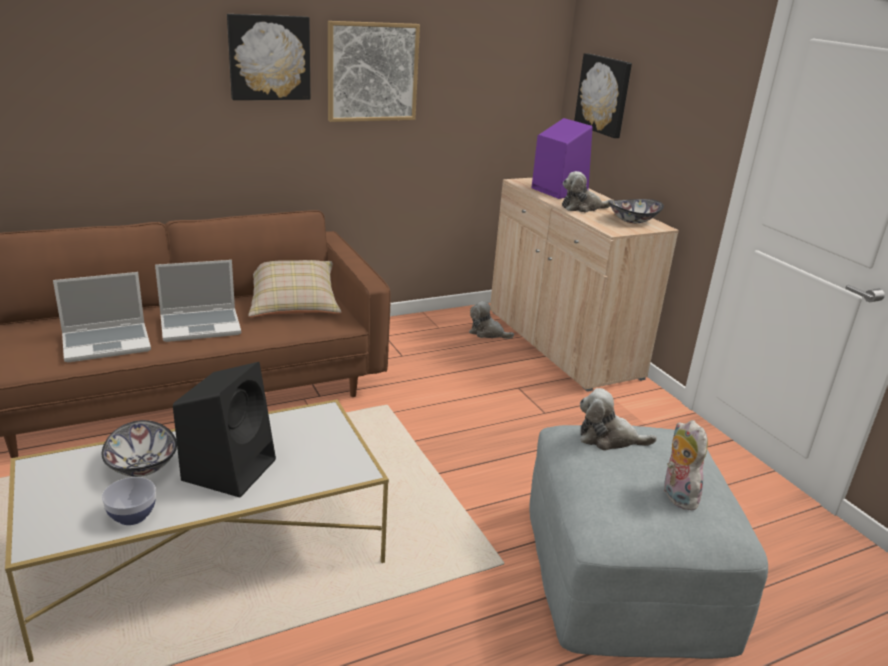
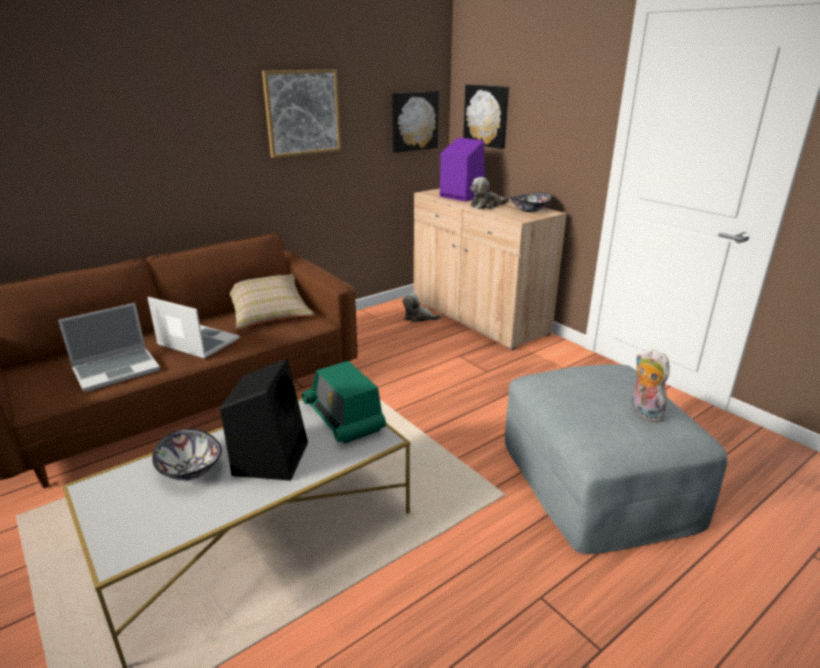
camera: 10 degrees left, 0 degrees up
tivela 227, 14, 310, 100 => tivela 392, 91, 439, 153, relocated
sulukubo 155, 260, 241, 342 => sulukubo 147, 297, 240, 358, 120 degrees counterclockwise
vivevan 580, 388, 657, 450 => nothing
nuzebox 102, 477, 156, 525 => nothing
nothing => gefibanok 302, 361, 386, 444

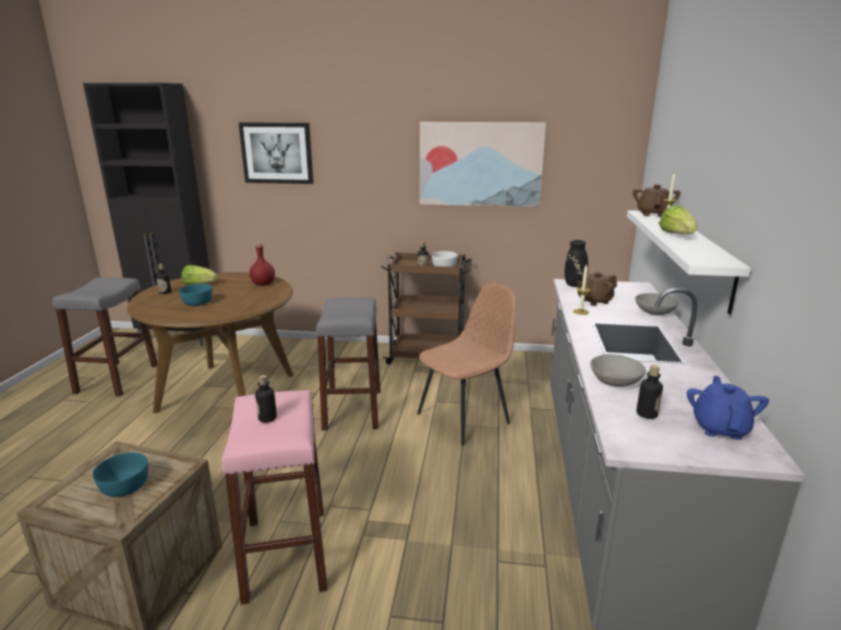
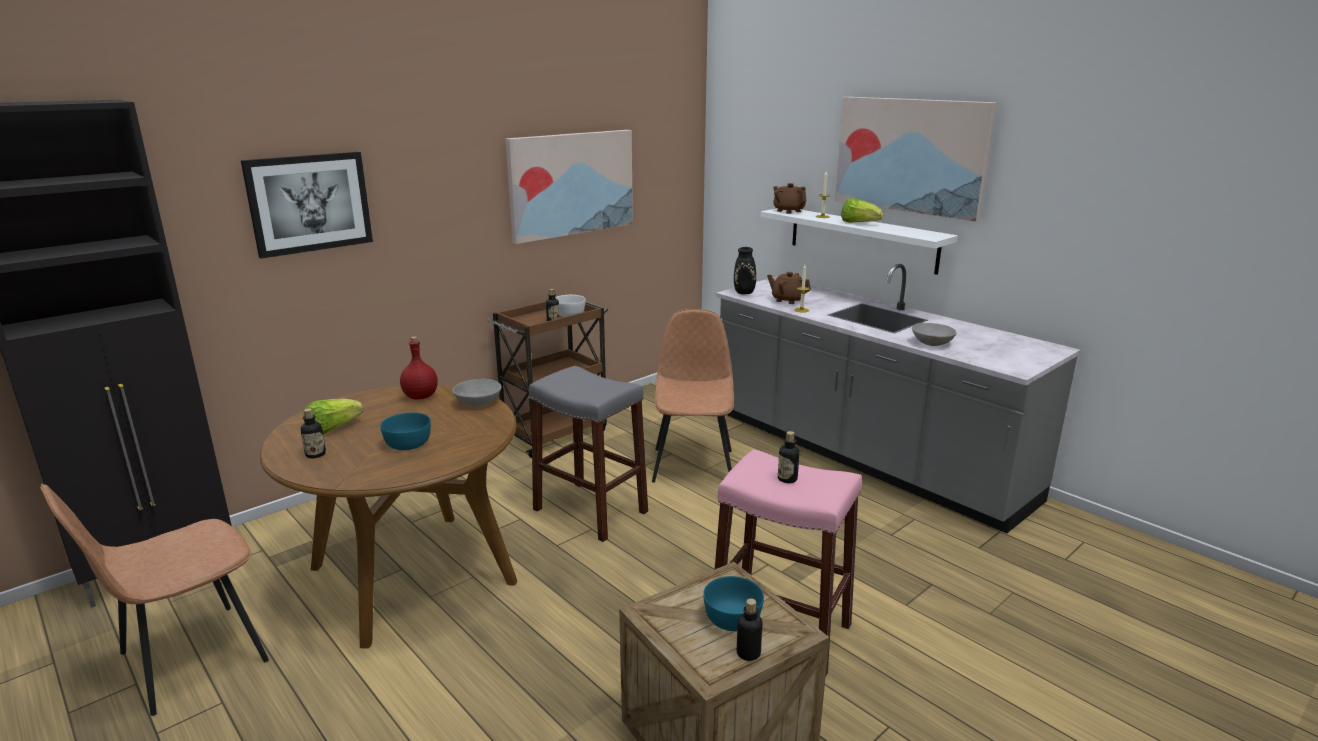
camera: 50 degrees left, 0 degrees up
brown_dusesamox 577, 272, 617, 306 => brown_dusesamox 767, 272, 811, 304, 105 degrees clockwise
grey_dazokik 52, 277, 157, 396 => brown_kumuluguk 40, 484, 269, 716
grey_nuzebox 635, 293, 679, 315 => grey_nuzebox 452, 379, 501, 406, relocated
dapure 636, 365, 663, 419 => dapure 737, 599, 763, 661, relocated
blue_dusesamox 687, 376, 769, 440 => nothing
nothing => tivela 835, 97, 997, 222

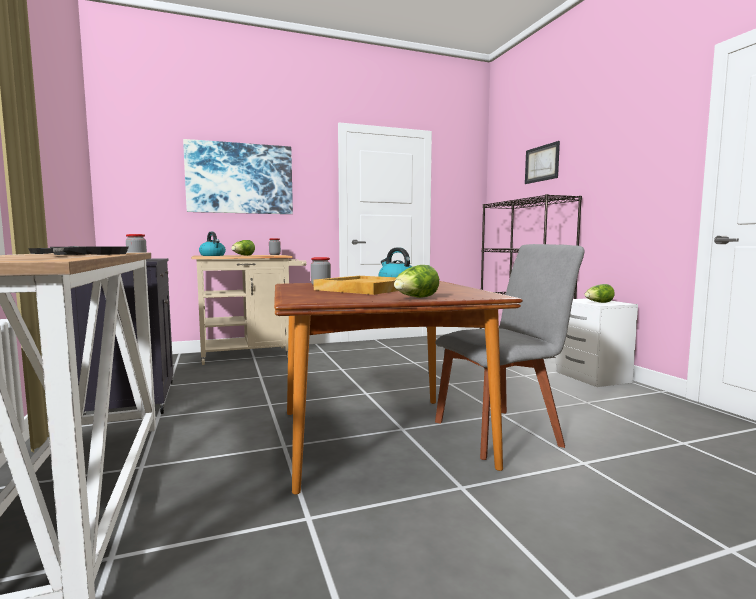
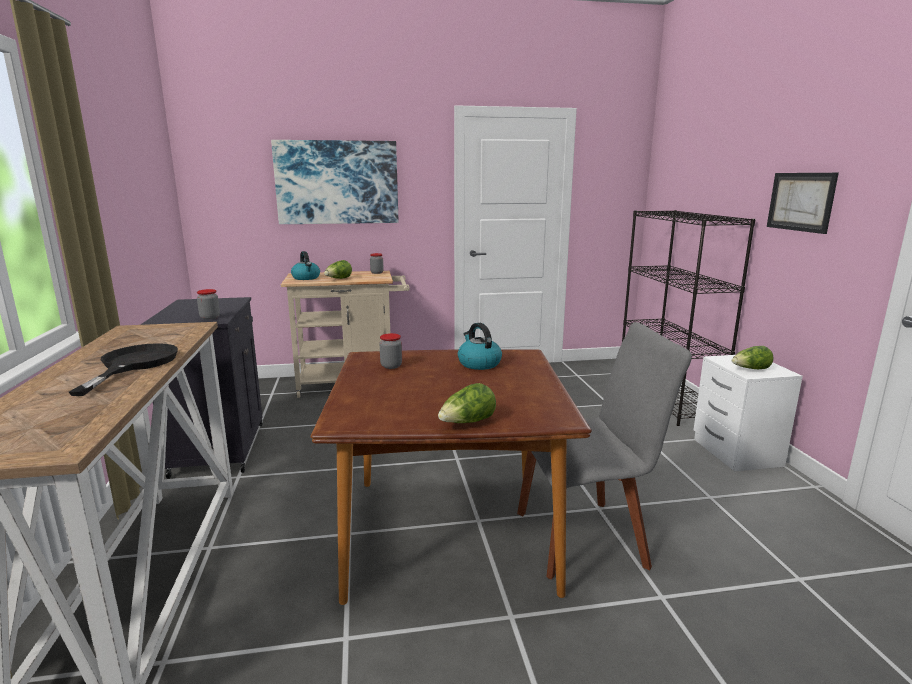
camera: 10 degrees right, 10 degrees up
tivela 525, 141, 560, 184 => tivela 767, 173, 839, 234, relocated
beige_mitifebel 314, 276, 398, 295 => nothing

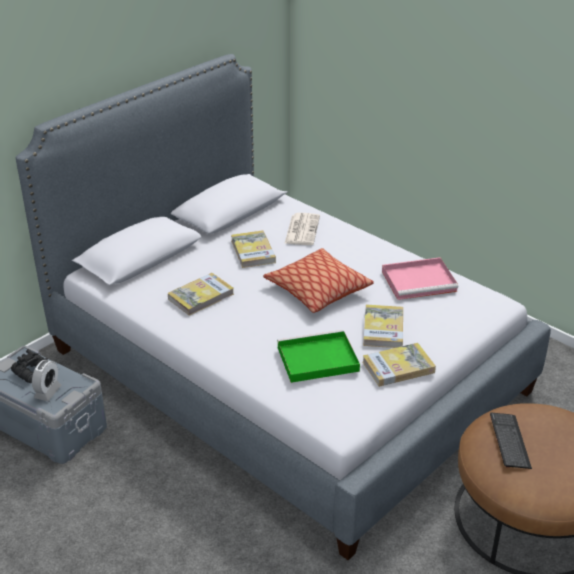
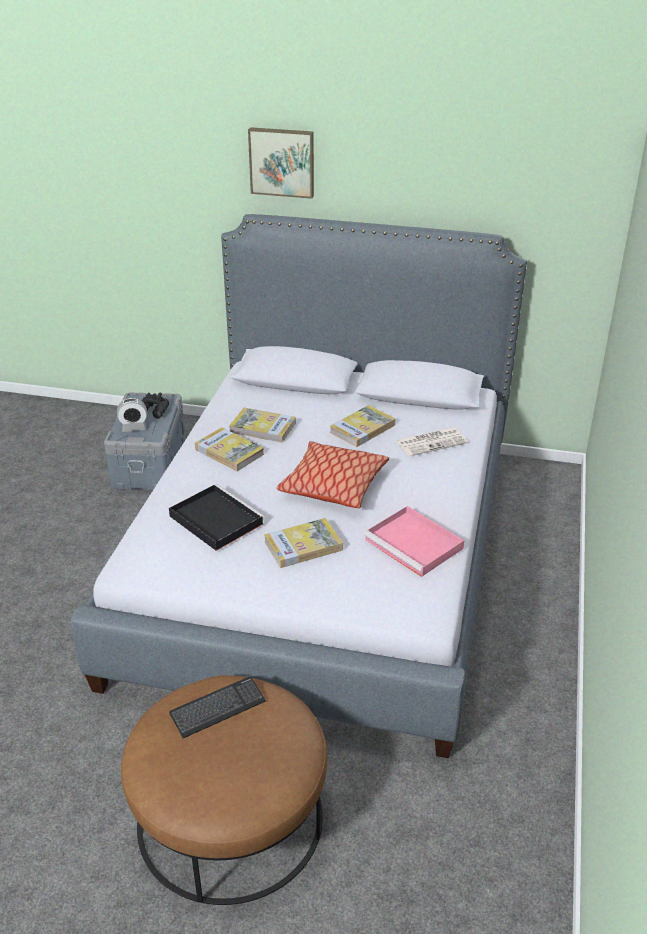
camera: 60 degrees right, 0 degrees up
green_mitifebel 277, 330, 360, 383 => black_mitifebel 169, 484, 265, 551
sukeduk 363, 343, 436, 387 => sukeduk 195, 427, 264, 471, relocated
nothing => tivela 248, 127, 314, 199

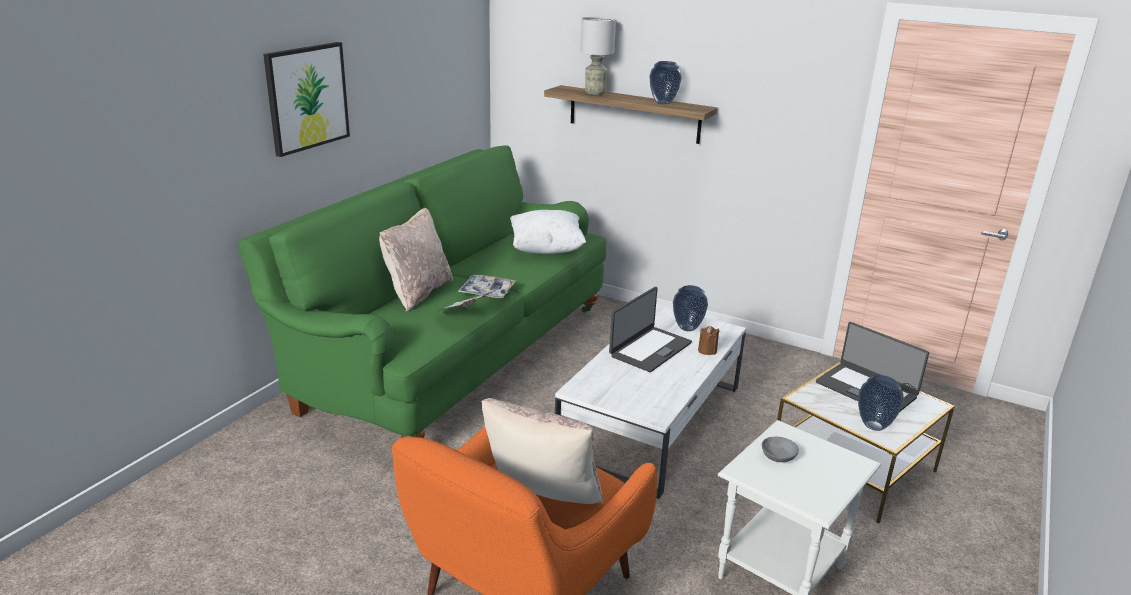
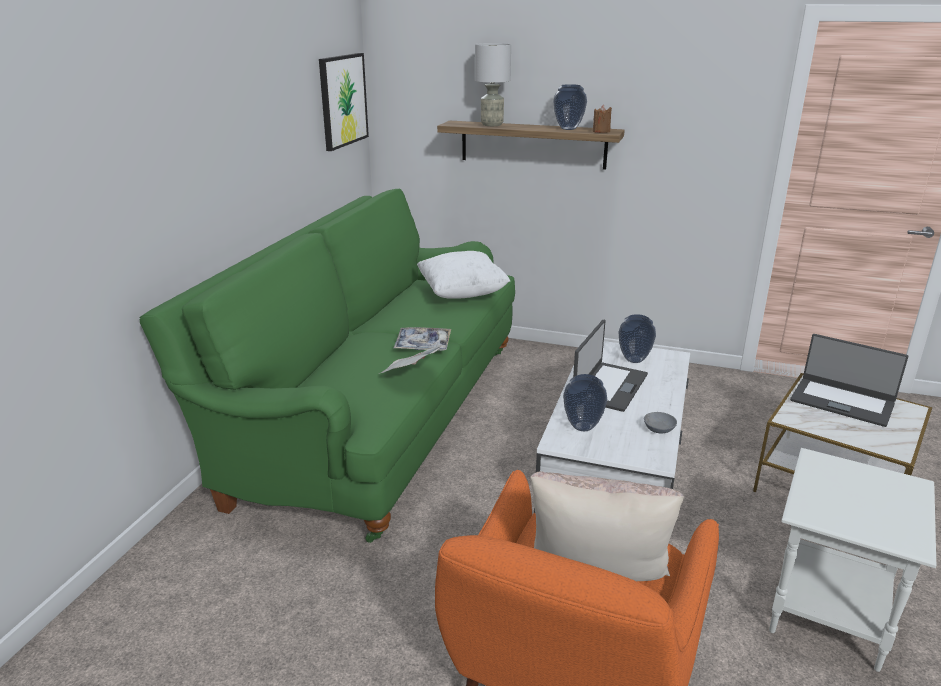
camera: 10 degrees left, 0 degrees up
tivela 263, 42, 350, 157 => tivela 319, 53, 369, 151, relocated
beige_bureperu 379, 208, 453, 312 => nothing
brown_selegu 698, 326, 720, 355 => brown_selegu 593, 105, 612, 133, relocated
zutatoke 858, 375, 903, 431 => zutatoke 563, 374, 607, 431, relocated
grey_nuzebox 762, 437, 799, 462 => grey_nuzebox 644, 412, 677, 433, relocated

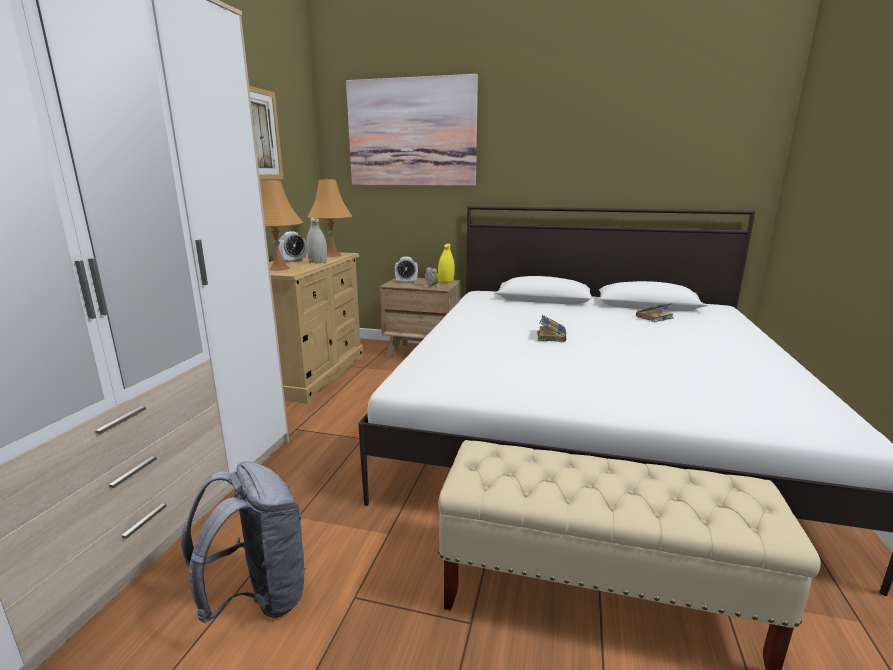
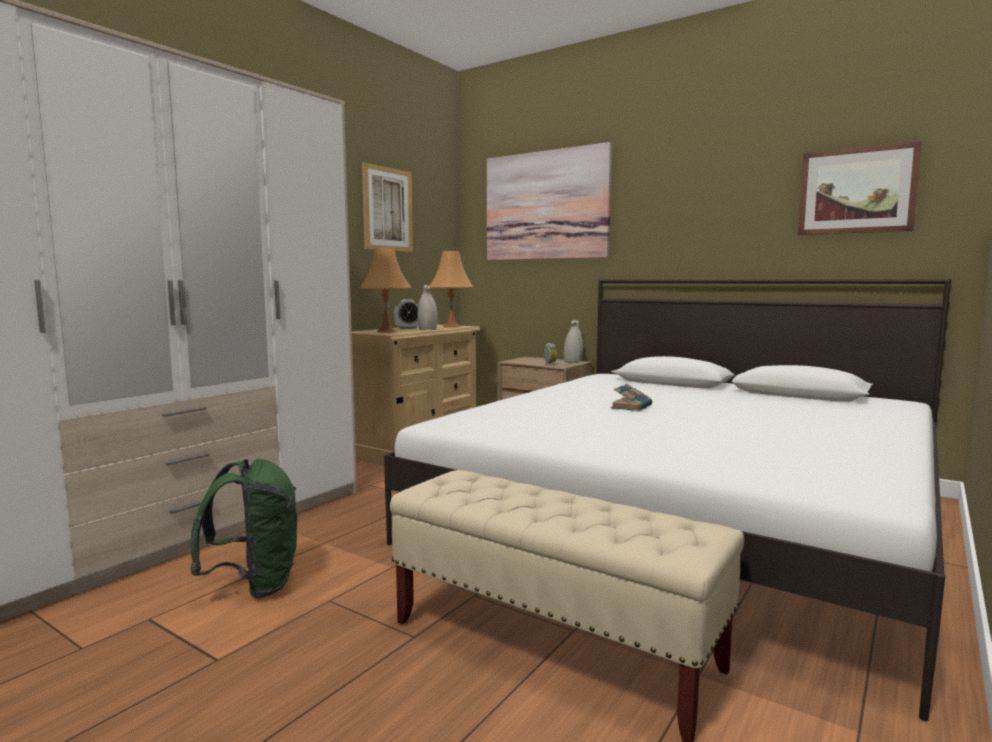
camera: 20 degrees right, 10 degrees down
yellow_zutatoke 438, 244, 455, 283 => white_zutatoke 564, 320, 583, 363
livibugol 395, 257, 418, 283 => nothing
sukeduk 636, 303, 674, 322 => nothing
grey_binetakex 181, 461, 307, 623 => green_binetakex 190, 459, 297, 599
nothing => tivela 798, 141, 922, 235

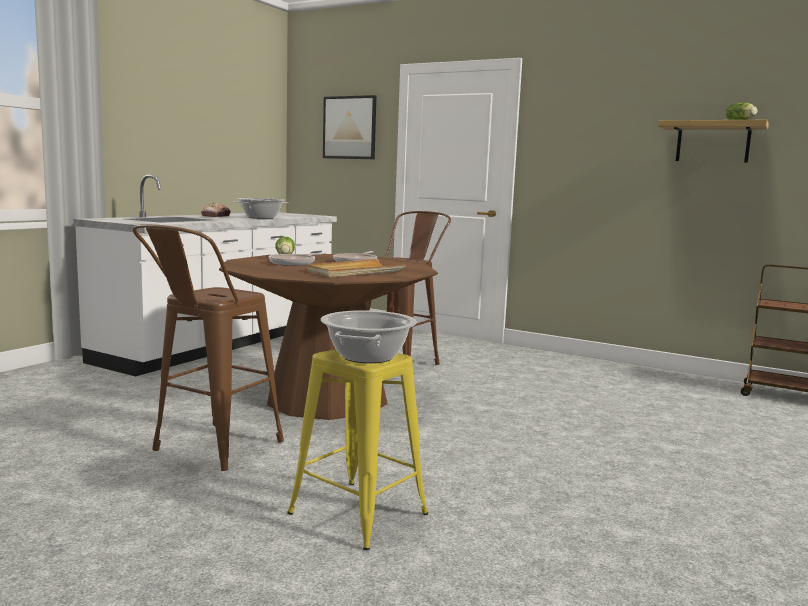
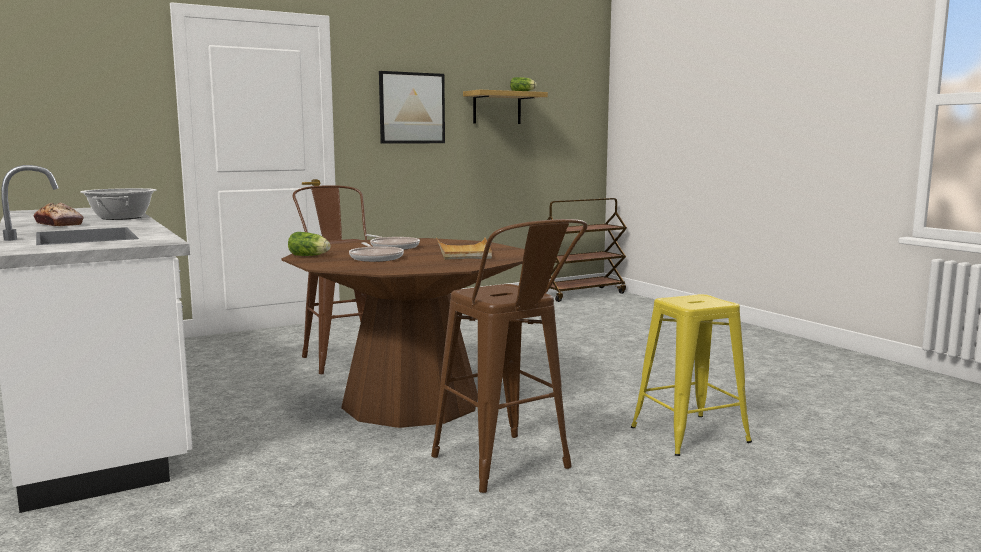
camera: 60 degrees left, 0 degrees up
tivela 323, 95, 376, 159 => tivela 379, 71, 445, 144, relocated
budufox 321, 310, 417, 363 => nothing

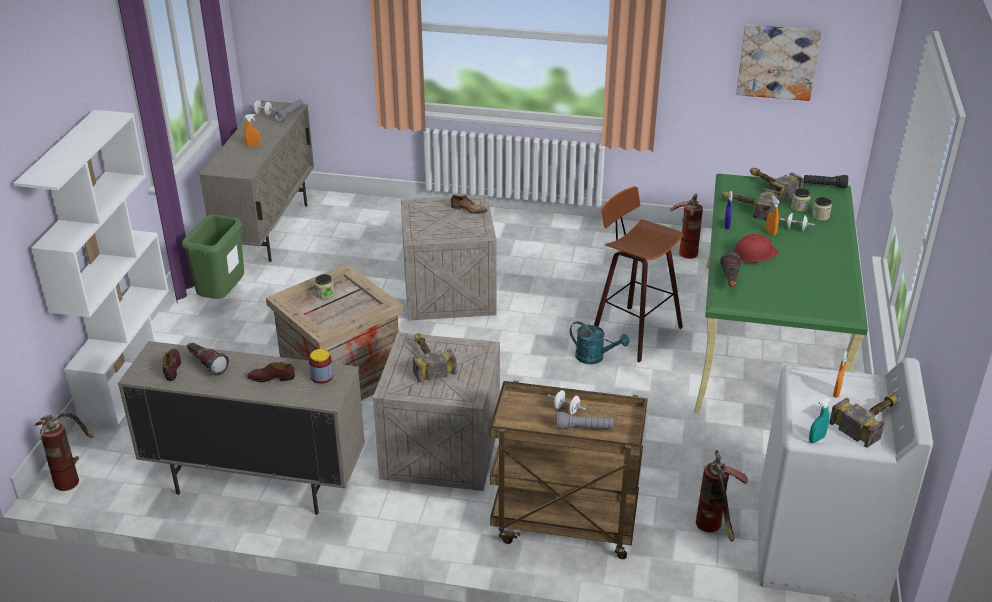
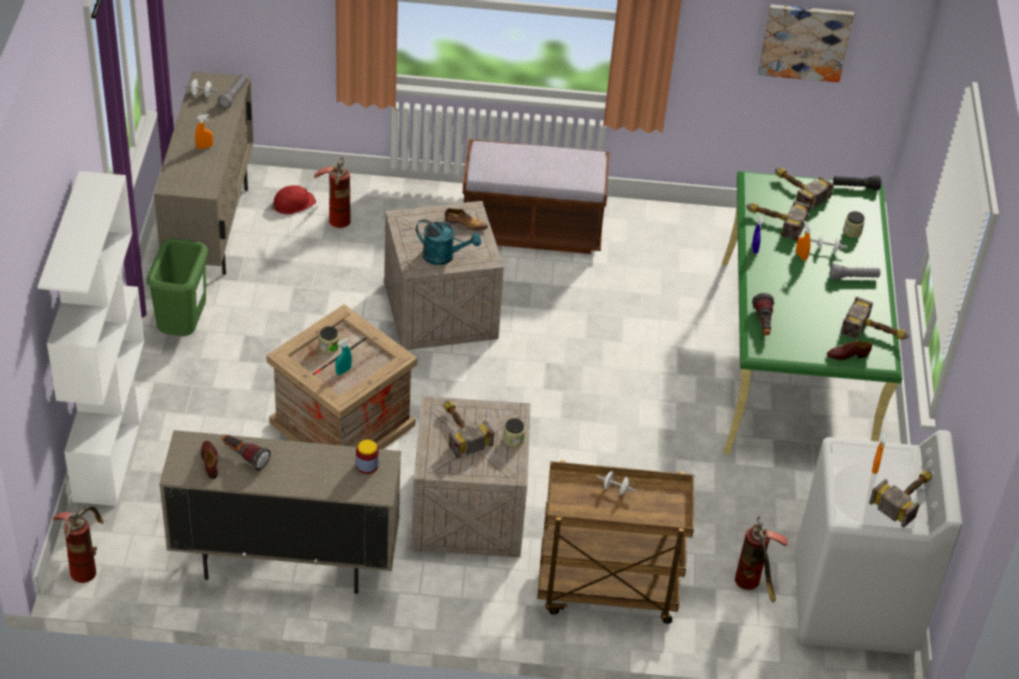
camera: 10 degrees left, 10 degrees up
dazokik 594, 186, 683, 362 => nothing
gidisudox 791, 188, 811, 212 => gidisudox 503, 418, 525, 447, relocated
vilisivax 670, 194, 703, 259 => vilisivax 314, 157, 351, 228, relocated
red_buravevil 733, 234, 779, 263 => red_buravevil 271, 185, 316, 214, relocated
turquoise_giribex 570, 321, 629, 364 => turquoise_giribex 416, 219, 481, 265, relocated
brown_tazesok 247, 362, 295, 382 => brown_tazesok 827, 340, 872, 360, relocated
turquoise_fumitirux 809, 397, 831, 443 => turquoise_fumitirux 335, 339, 352, 375, relocated
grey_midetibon 557, 411, 614, 430 => grey_midetibon 830, 264, 880, 280, relocated
nothing => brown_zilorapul 463, 139, 610, 254
nothing => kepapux 840, 297, 909, 340

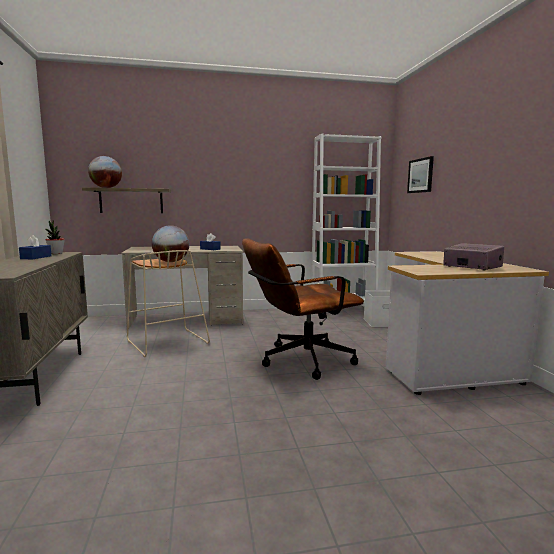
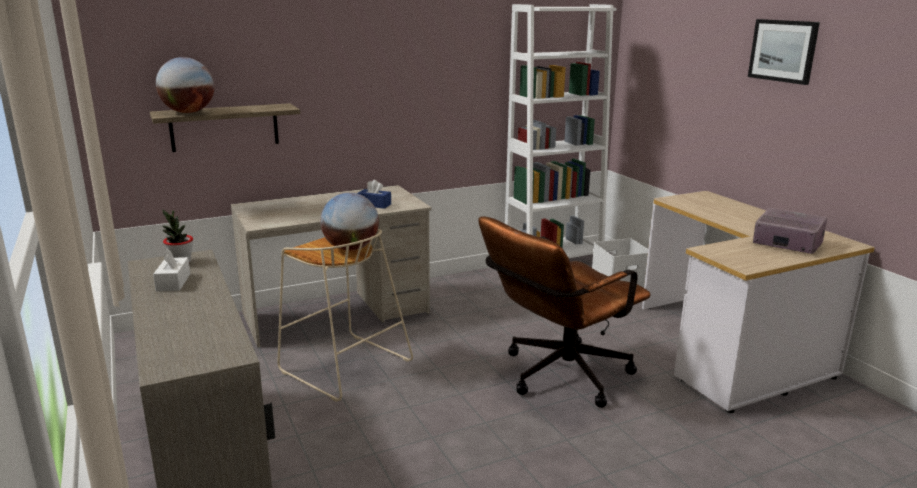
camera: 15 degrees left, 10 degrees up
tivela 407, 156, 434, 193 => tivela 748, 19, 820, 85, relocated
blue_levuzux 19, 235, 52, 260 => white_levuzux 153, 248, 190, 292

